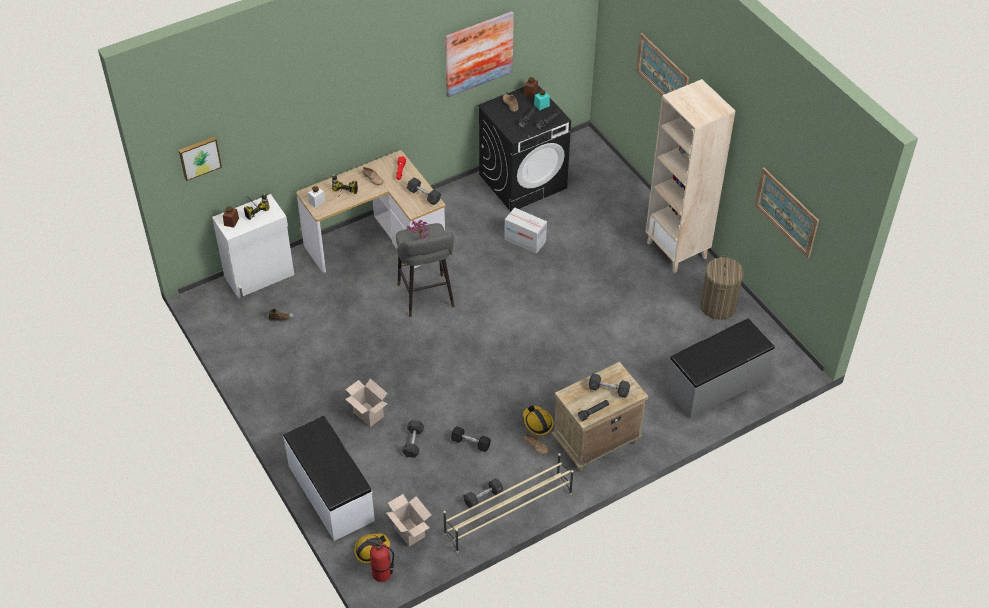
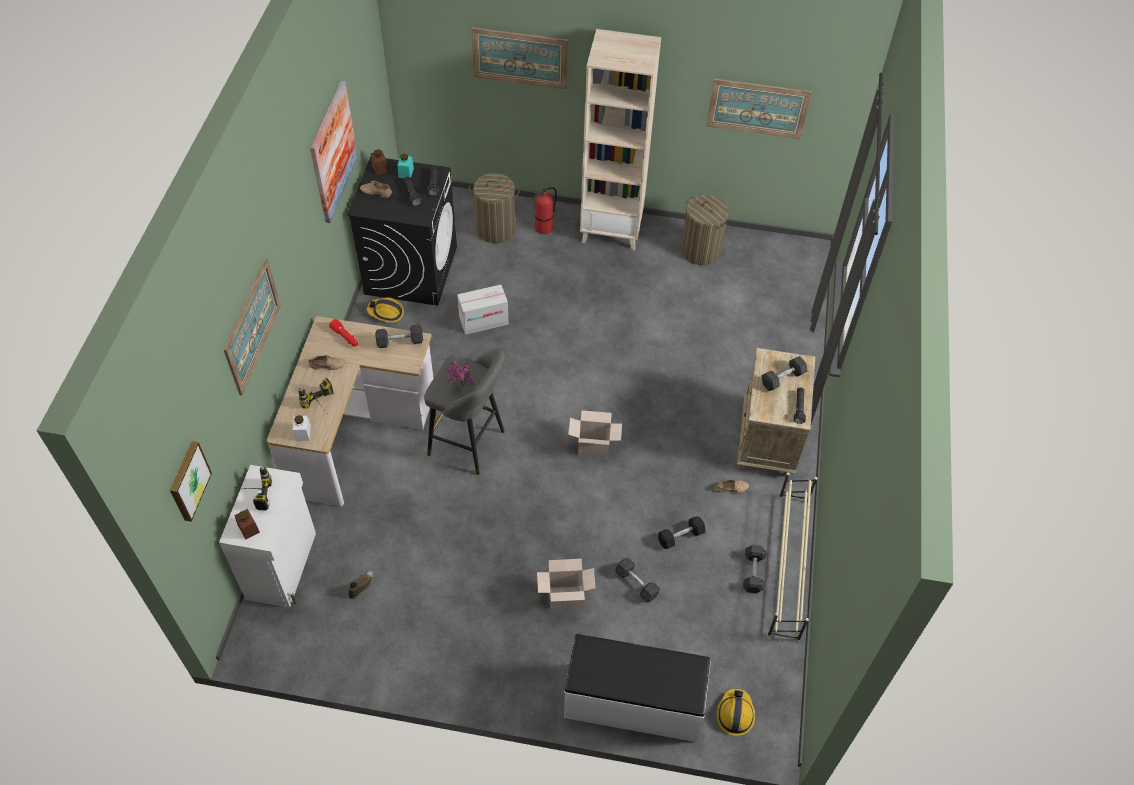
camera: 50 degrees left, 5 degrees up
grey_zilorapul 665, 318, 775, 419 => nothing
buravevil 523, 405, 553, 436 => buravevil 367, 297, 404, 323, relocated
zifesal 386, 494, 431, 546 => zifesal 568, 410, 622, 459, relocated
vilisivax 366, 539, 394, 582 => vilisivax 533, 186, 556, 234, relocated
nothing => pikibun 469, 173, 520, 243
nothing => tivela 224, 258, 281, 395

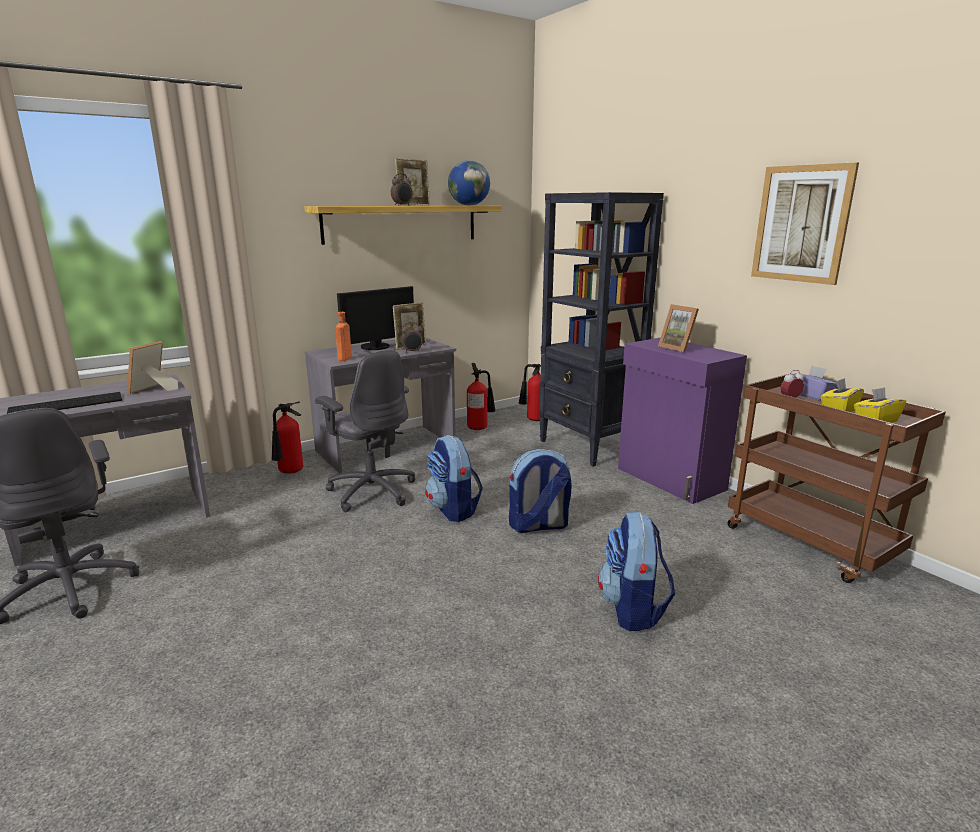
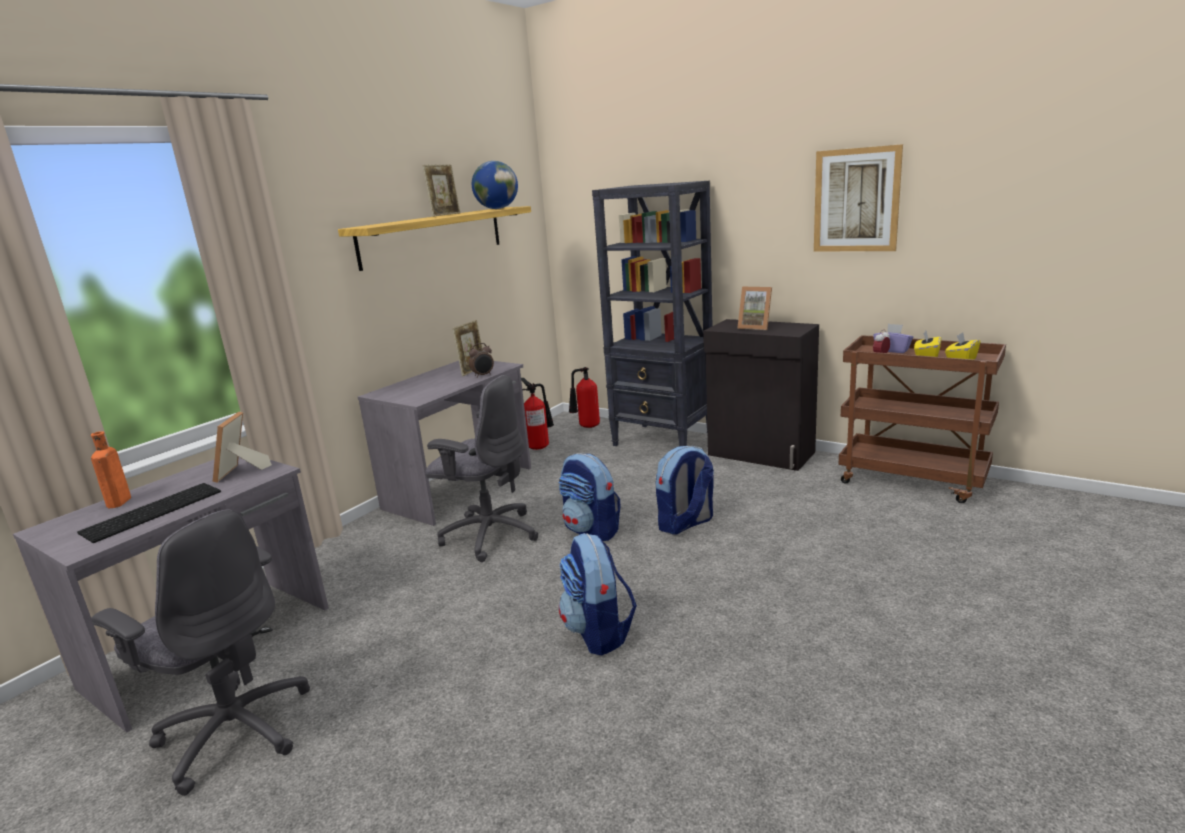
camera: 20 degrees left, 0 degrees up
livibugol 391, 173, 413, 206 => nothing
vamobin 337, 286, 414, 350 => nothing
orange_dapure 335, 312, 352, 361 => orange_dapure 91, 431, 131, 508, relocated
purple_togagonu 618, 337, 747, 504 => black_togagonu 703, 319, 819, 471
vilisivax 271, 402, 303, 474 => nothing
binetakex 598, 511, 675, 631 => binetakex 559, 533, 637, 656, relocated

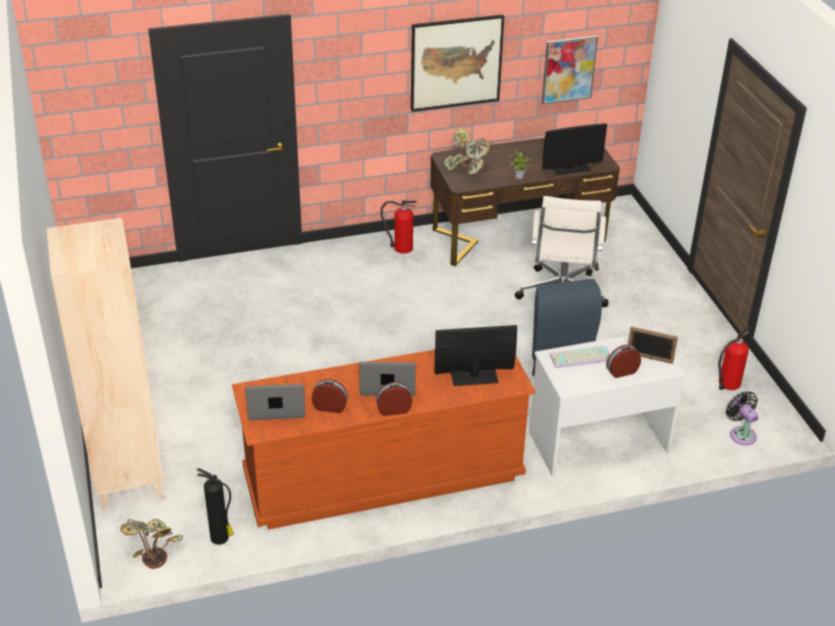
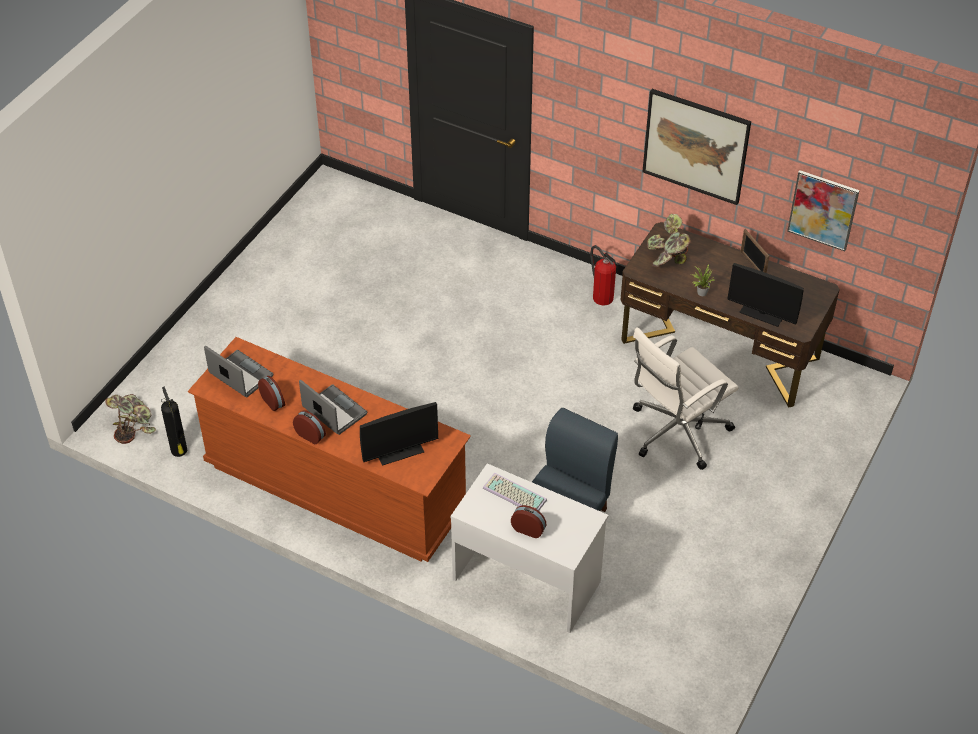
camera: 45 degrees right, 10 degrees up
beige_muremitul 46, 218, 164, 510 => nothing
vamobin 434, 325, 517, 386 => vamobin 360, 402, 438, 466, 120 degrees clockwise
vilisivax 718, 326, 752, 390 => nothing
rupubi 628, 327, 678, 364 => rupubi 740, 229, 769, 273, relocated
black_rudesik 726, 391, 759, 445 => nothing

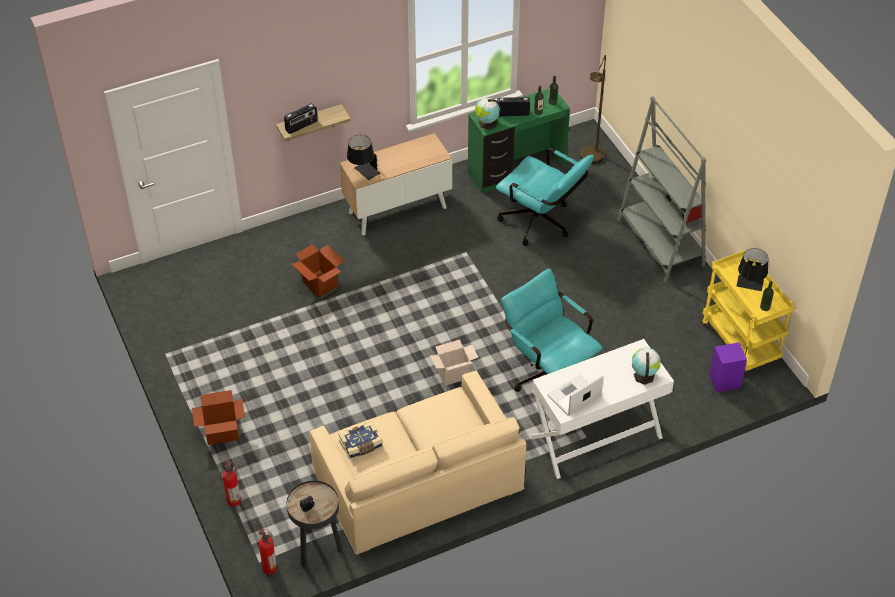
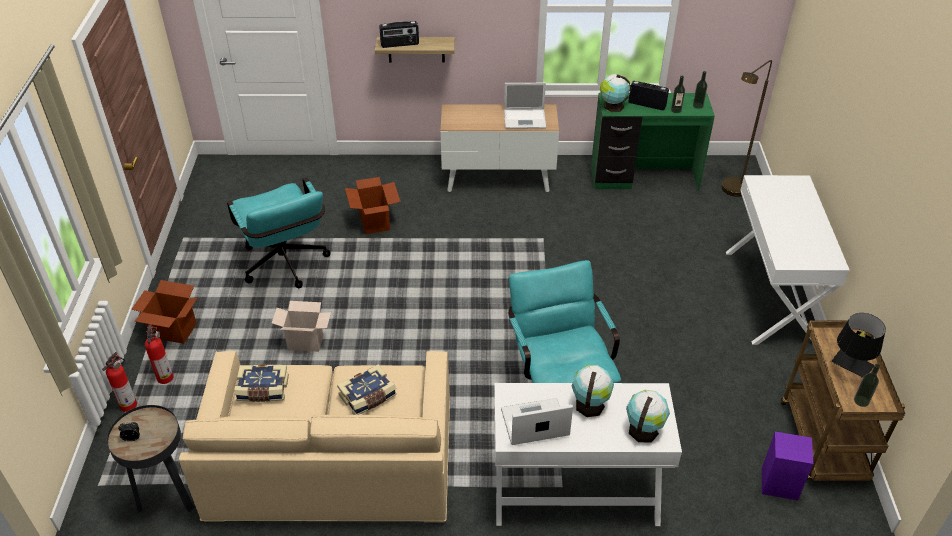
camera: 25 degrees right, 5 degrees down
grey_muremitul 618, 96, 706, 283 => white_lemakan 726, 175, 850, 345
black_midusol 347, 135, 380, 180 => nothing
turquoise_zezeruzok 496, 148, 594, 246 => turquoise_zezeruzok 227, 177, 331, 288, relocated
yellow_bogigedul 701, 249, 794, 371 => brown_bogigedul 781, 321, 905, 481
zifesal 430, 340, 478, 386 => zifesal 272, 301, 331, 352, relocated
vilisivax 259, 528, 277, 574 => vilisivax 145, 324, 174, 384, relocated
nothing => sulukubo 504, 83, 546, 129
nothing => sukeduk 337, 364, 397, 415
nothing => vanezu 572, 365, 614, 417

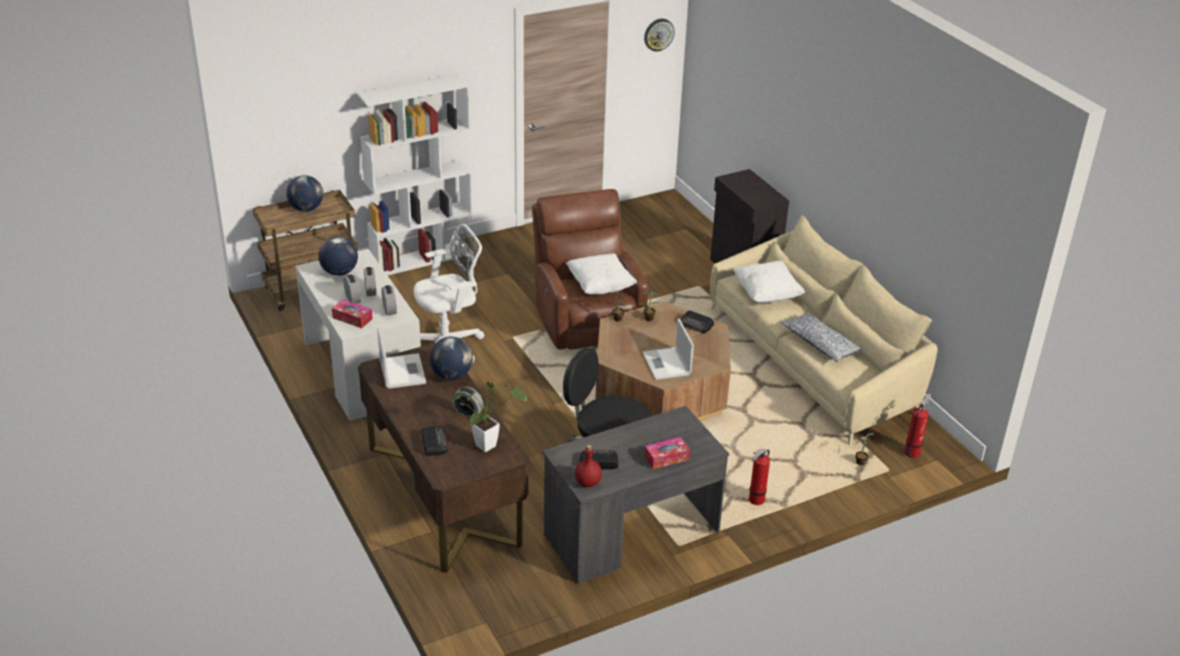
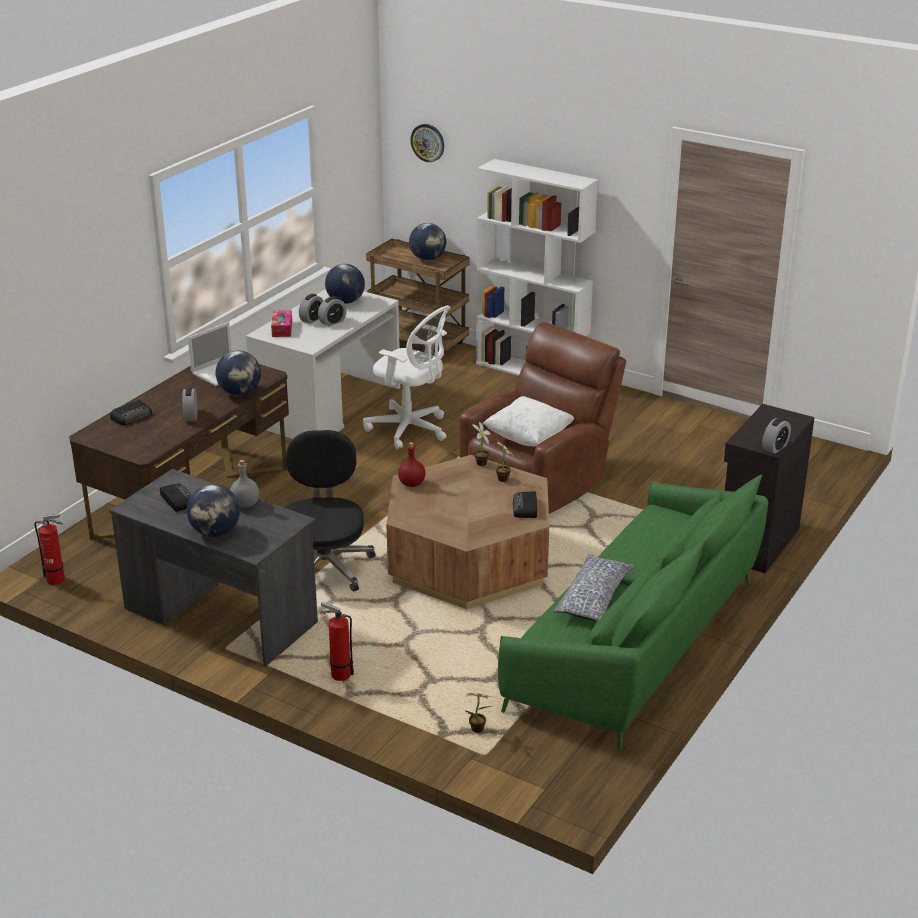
camera: 60 degrees right, 5 degrees down
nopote 644, 19, 675, 52 => nopote 410, 124, 444, 162, relocated
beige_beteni 710, 215, 938, 446 => green_beteni 498, 474, 768, 751
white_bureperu 733, 261, 805, 303 => nothing
livibugol 381, 285, 397, 315 => livibugol 762, 418, 791, 454, relocated
sulukubo 642, 319, 694, 380 => nothing
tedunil 451, 379, 527, 452 => nothing
vilisivax 905, 394, 931, 458 => vilisivax 34, 514, 65, 585, relocated
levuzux 644, 437, 690, 469 => vanezu 187, 484, 240, 537
red_dapure 575, 445, 602, 487 => red_dapure 398, 442, 425, 487, relocated
nothing => grey_dapure 230, 460, 259, 508

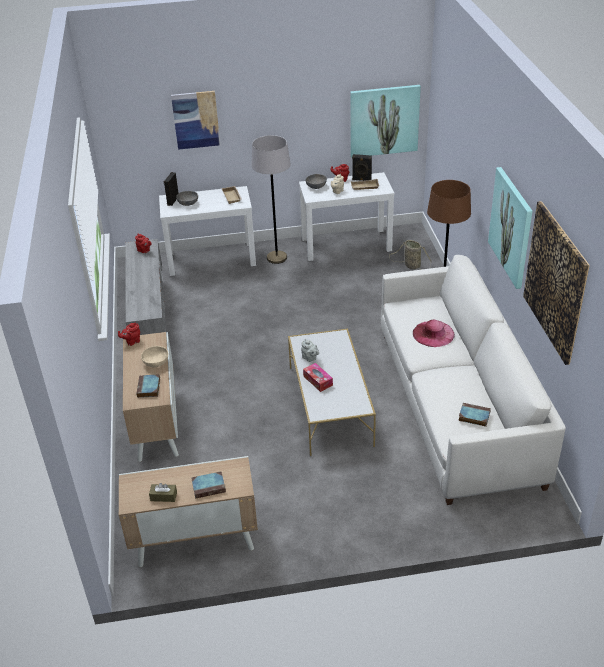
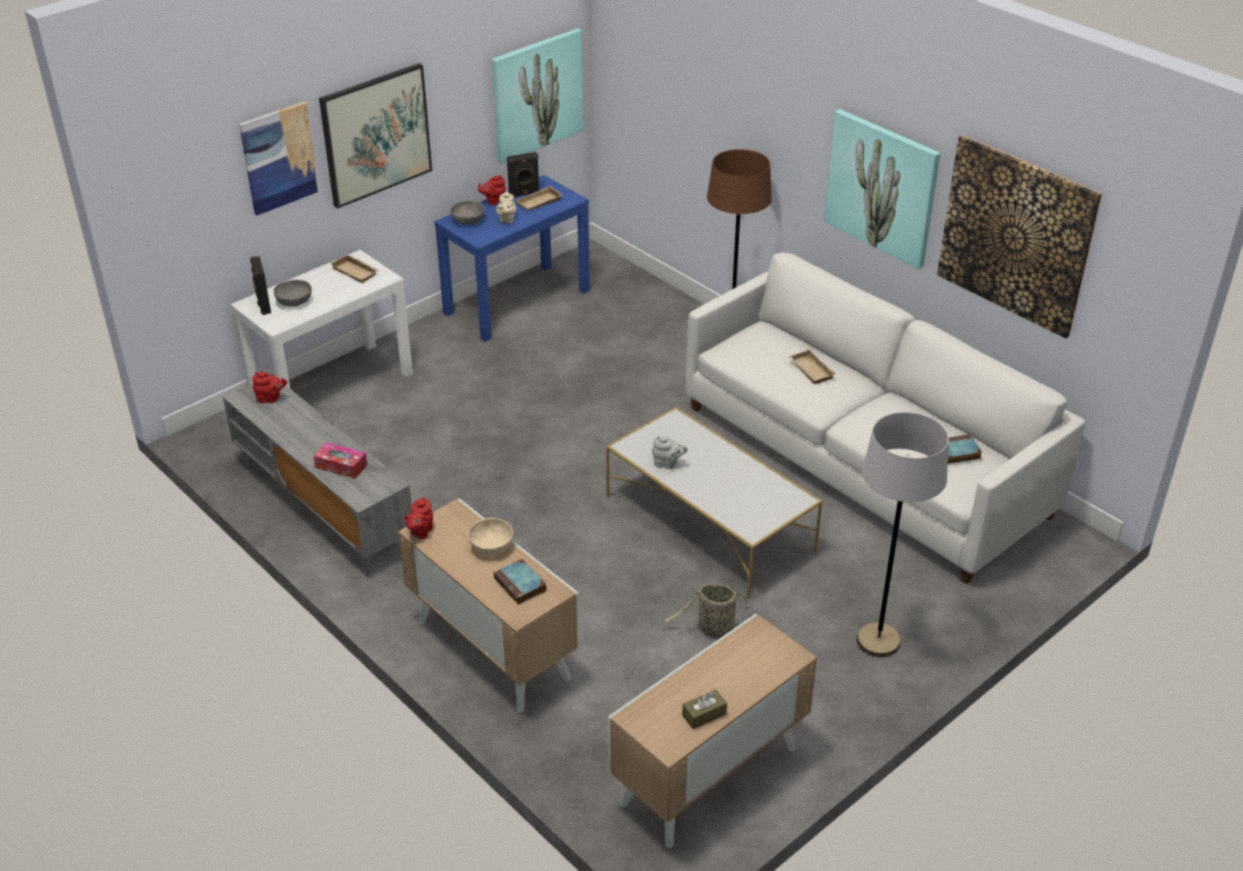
camera: 35 degrees left, 0 degrees up
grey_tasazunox 251, 135, 291, 264 => grey_tasazunox 857, 412, 949, 657, relocated
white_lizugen 299, 172, 394, 261 => blue_lizugen 434, 175, 590, 342
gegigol 389, 240, 431, 270 => gegigol 662, 584, 751, 638, relocated
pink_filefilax 413, 320, 455, 347 => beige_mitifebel 788, 349, 836, 384
levuzux 303, 363, 333, 392 => levuzux 314, 442, 367, 479, relocated
sukeduk 191, 471, 226, 499 => nothing
nothing => tivela 319, 63, 432, 209

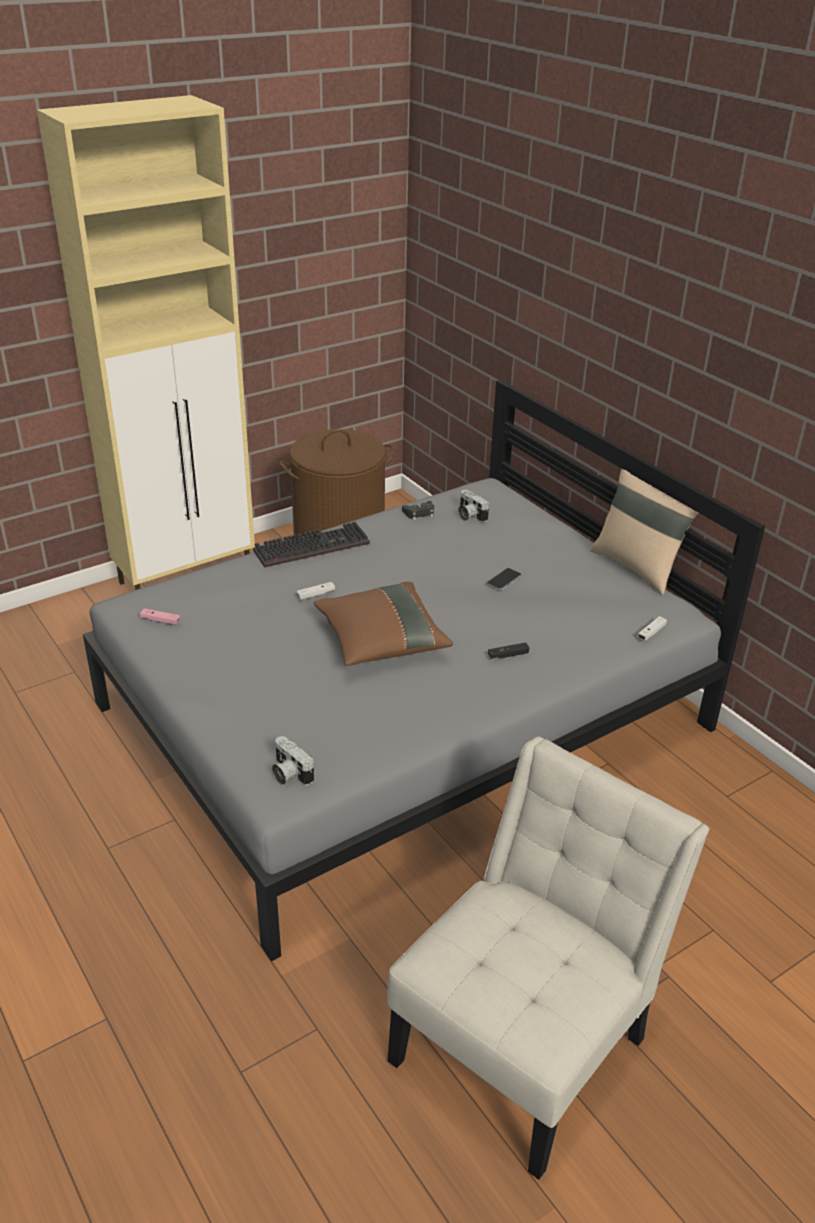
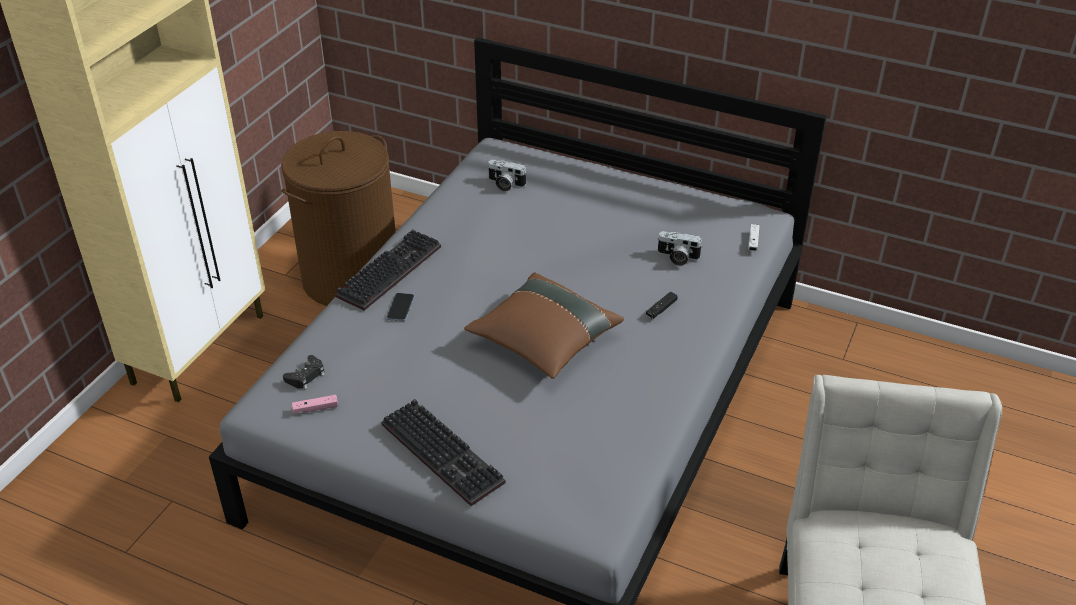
camera: 30 degrees left, 5 degrees up
beige_bureperu 590, 469, 699, 595 => nothing
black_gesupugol 402, 501, 434, 520 => black_gesupugol 283, 355, 325, 389, relocated
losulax 487, 568, 521, 590 => losulax 387, 293, 414, 322, relocated
white_gesupugol 296, 582, 335, 600 => nothing
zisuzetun 272, 736, 314, 785 => zisuzetun 657, 231, 703, 266, relocated
nothing => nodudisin 381, 399, 506, 506

